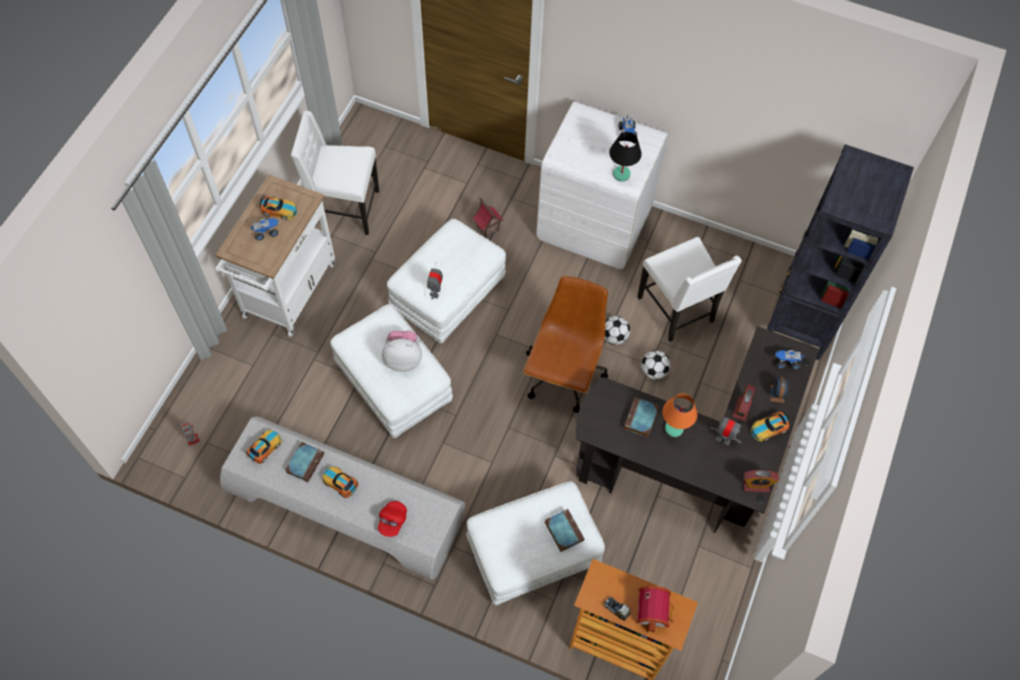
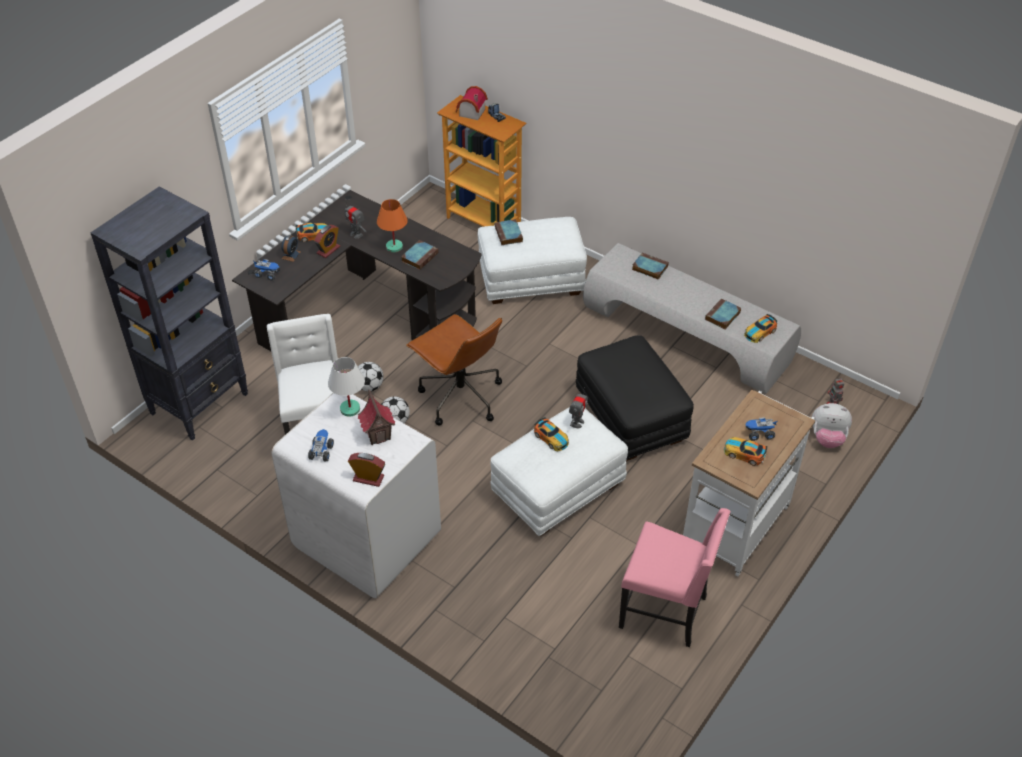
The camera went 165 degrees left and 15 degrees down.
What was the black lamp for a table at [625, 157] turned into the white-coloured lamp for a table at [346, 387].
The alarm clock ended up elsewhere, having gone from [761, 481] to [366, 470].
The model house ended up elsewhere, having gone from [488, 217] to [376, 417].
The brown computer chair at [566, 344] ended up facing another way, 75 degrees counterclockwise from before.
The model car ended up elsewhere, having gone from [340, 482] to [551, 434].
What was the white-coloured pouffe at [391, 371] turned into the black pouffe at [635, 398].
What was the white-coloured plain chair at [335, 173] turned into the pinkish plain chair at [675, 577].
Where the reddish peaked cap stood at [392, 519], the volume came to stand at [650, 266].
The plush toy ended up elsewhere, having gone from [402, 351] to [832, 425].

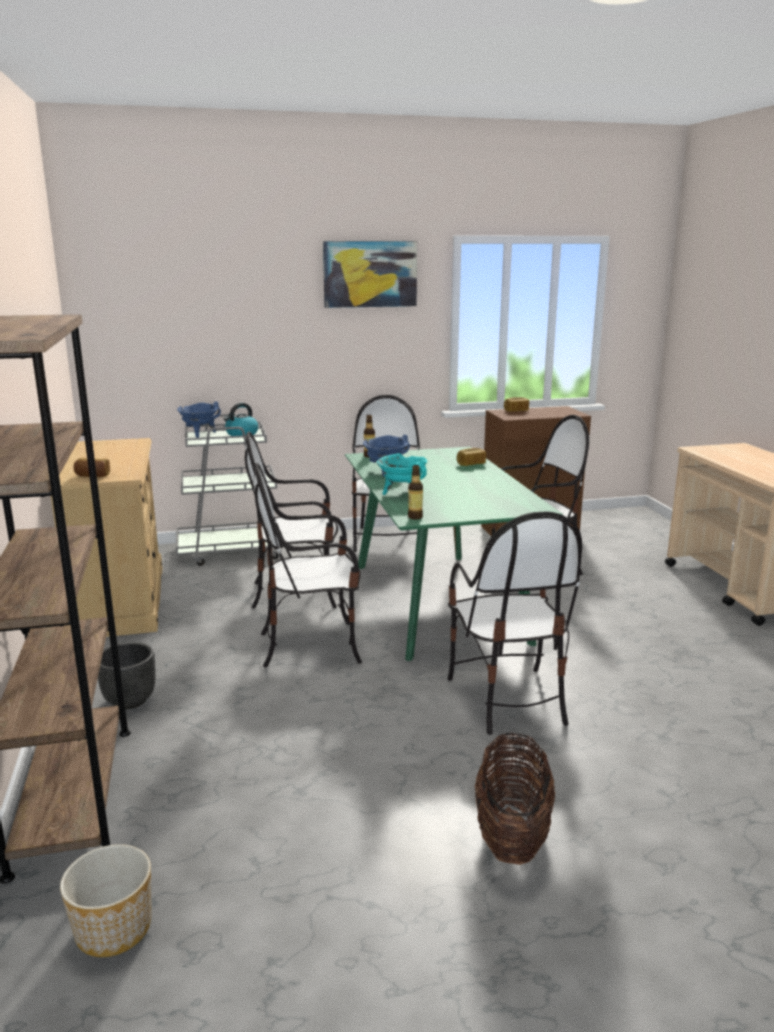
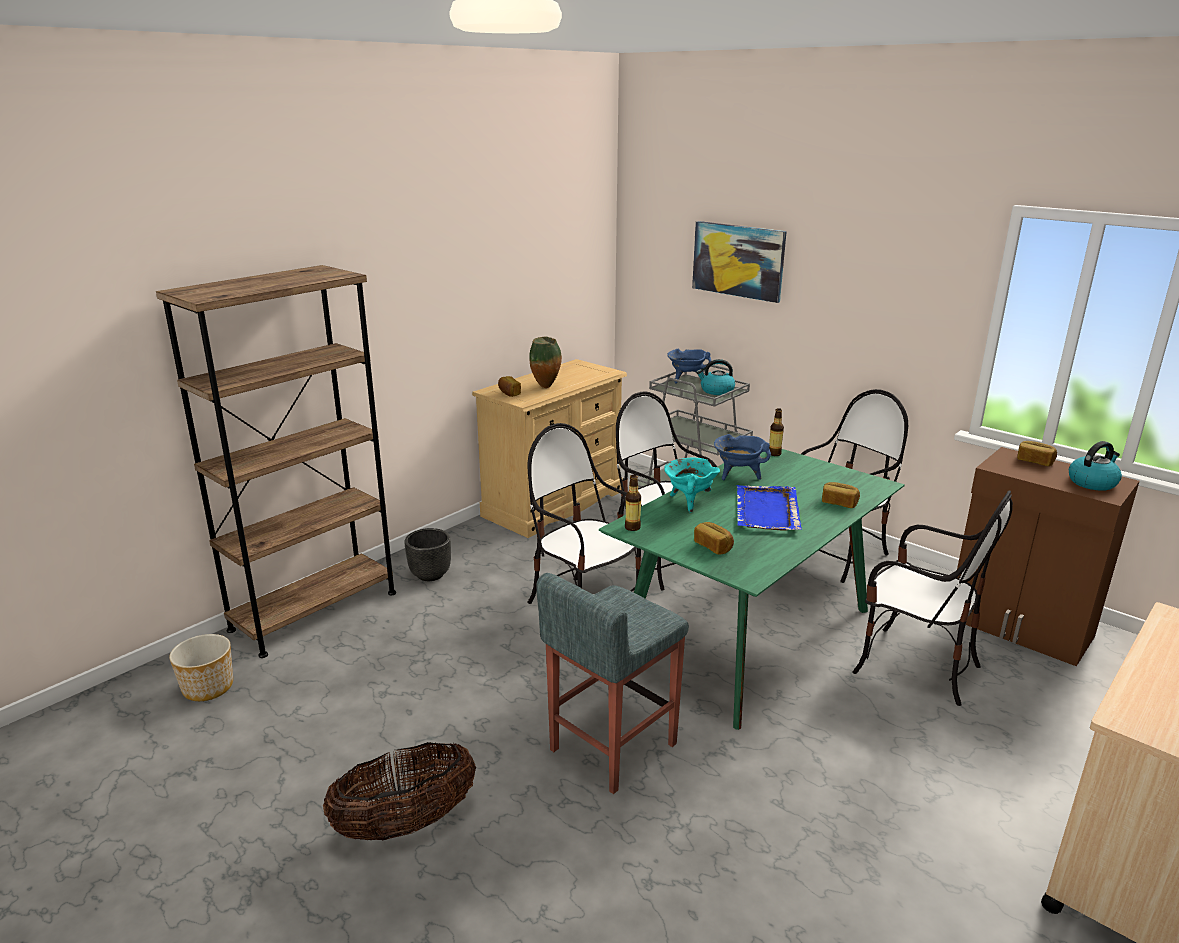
The camera went 55 degrees right and 5 degrees up.
The second view gained the decorative vase at [545, 362].
Where the plain chair stood at [515, 623], the greyish stool seat came to stand at [612, 683].
The picture ended up elsewhere, having gone from [370, 274] to [739, 262].
The second view gained the bakery bread at [714, 538].
The second view gained the blue-coloured tray at [769, 508].
The second view gained the kettle at [1095, 466].

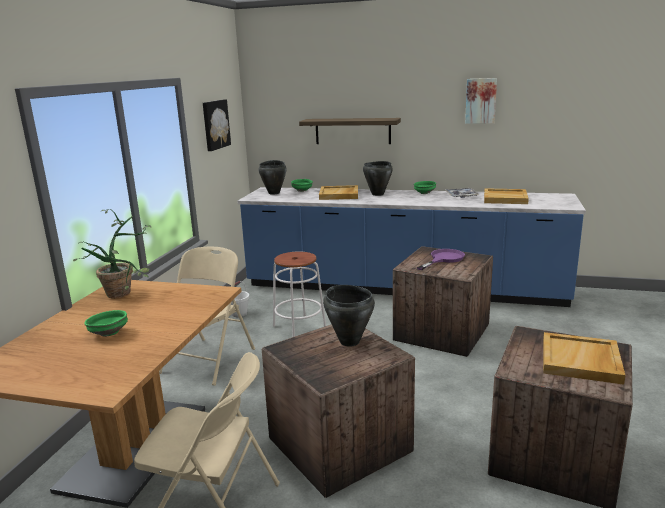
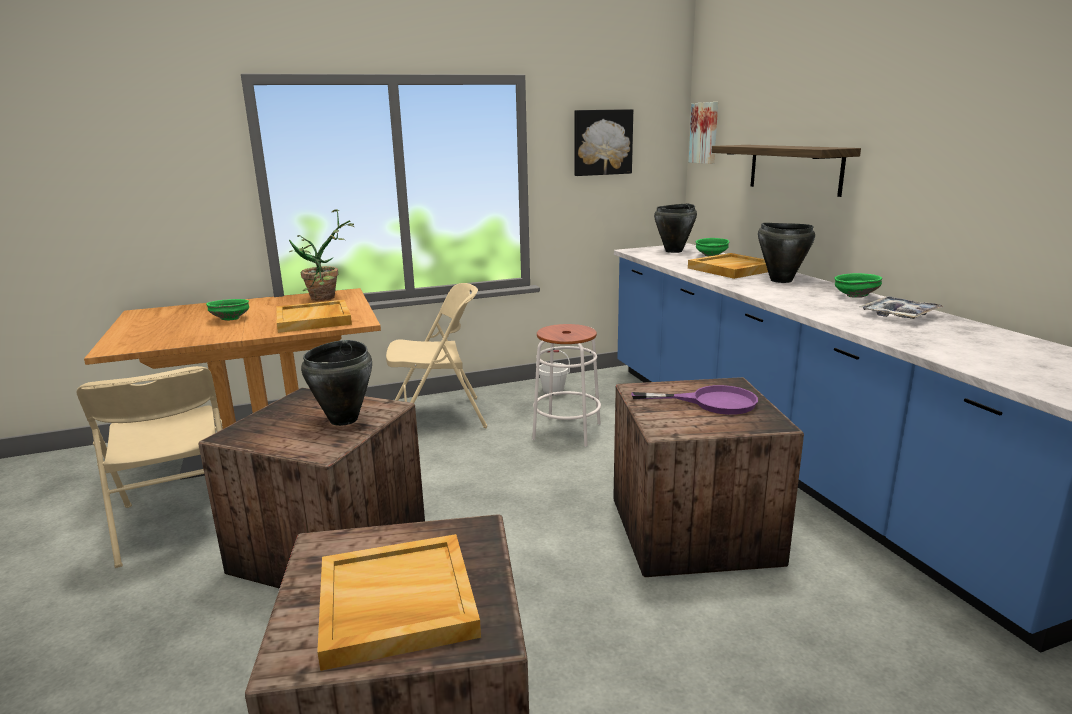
The camera went 55 degrees right and 0 degrees up.
The sand-coloured tray ended up elsewhere, having gone from [506, 196] to [314, 316].
The picture ended up elsewhere, having gone from [481, 101] to [703, 133].

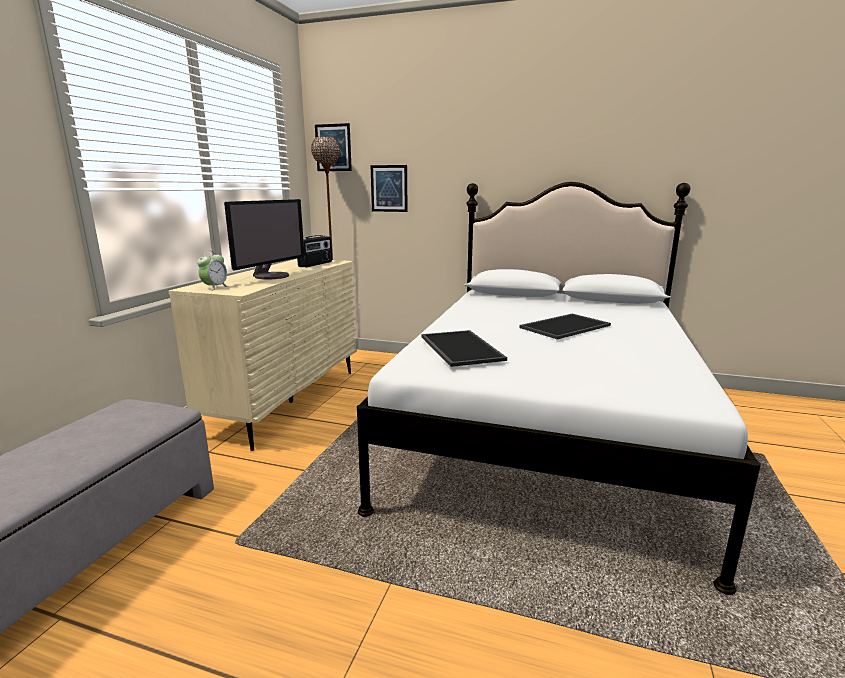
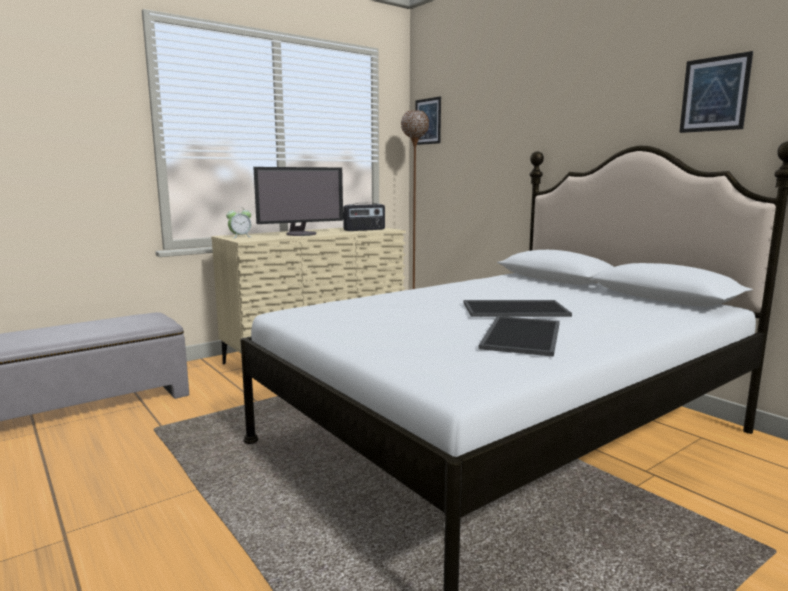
The camera went 35 degrees right and 5 degrees down.
The tray ended up elsewhere, having gone from [464, 348] to [519, 336].
The picture ended up elsewhere, having gone from [389, 188] to [716, 92].

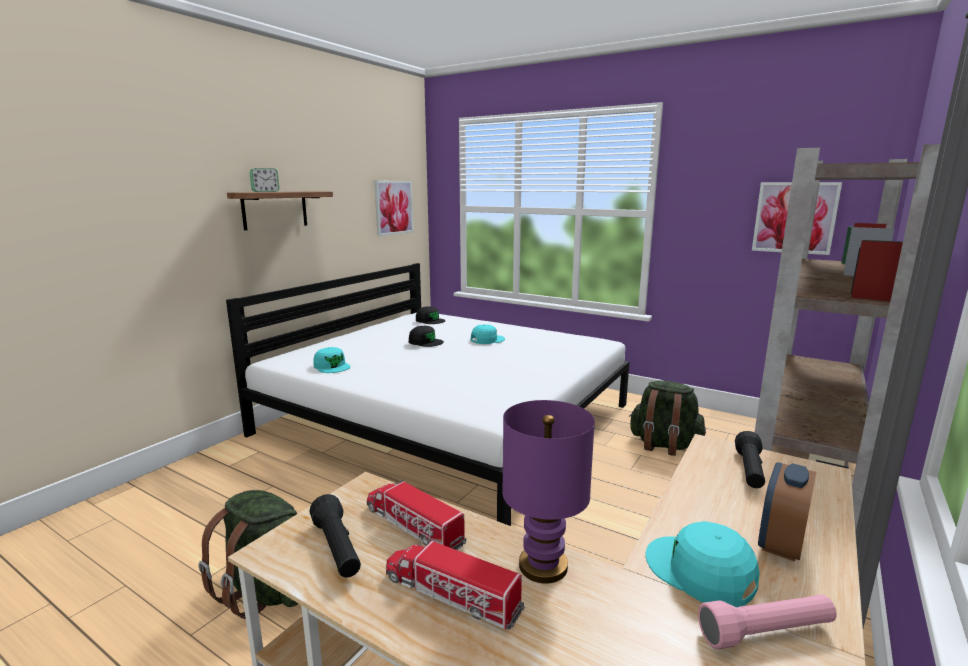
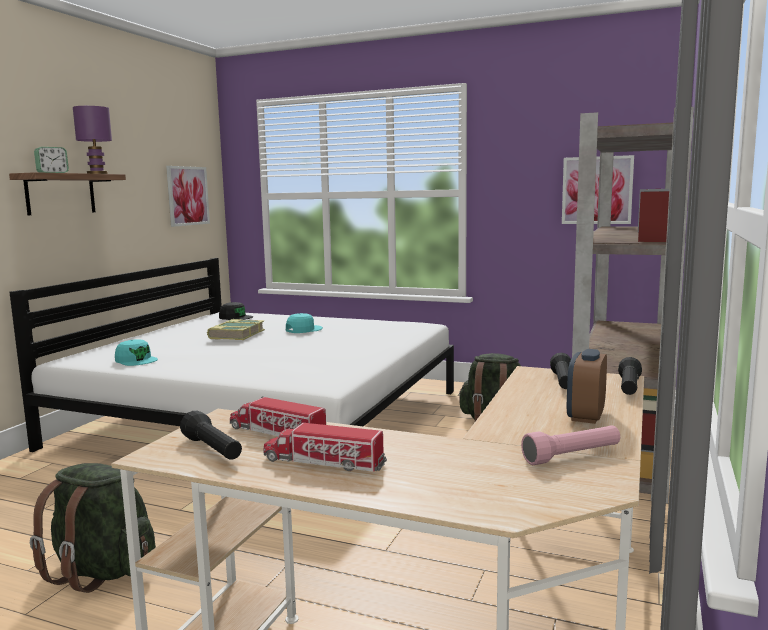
The camera went 10 degrees left and 5 degrees down.
The purplish lamp for a table ended up elsewhere, having gone from [548, 492] to [92, 140].
Where the black peaked cap stood at [426, 336], the volume came to stand at [236, 329].
The second view gained the black hand torch at [630, 376].
The second view lost the blue-green peaked cap at [702, 564].

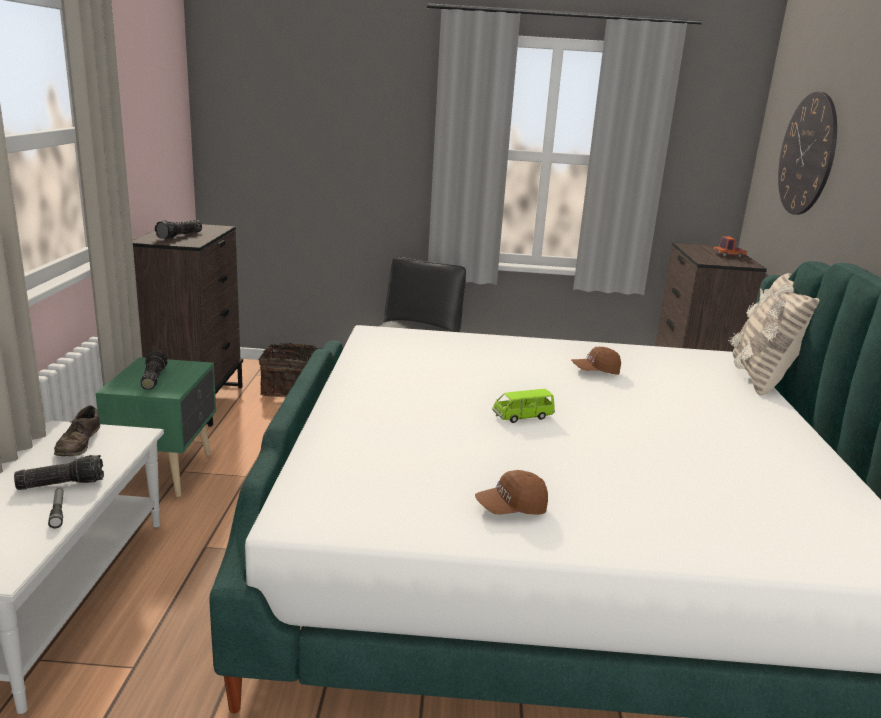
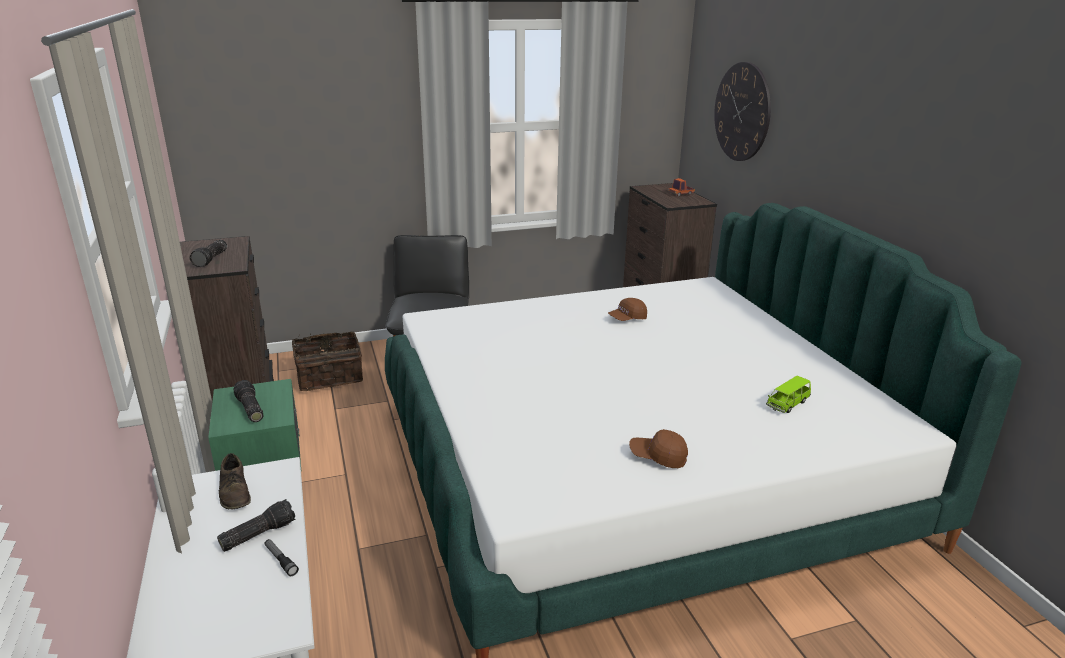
The camera went 20 degrees left and 5 degrees up.
The brown peaked cap at [511, 492] ended up facing another way, 60 degrees clockwise from before.
The greenish model car ended up elsewhere, having gone from [523, 406] to [788, 394].
The second view lost the sand-coloured throw pillow at [773, 334].

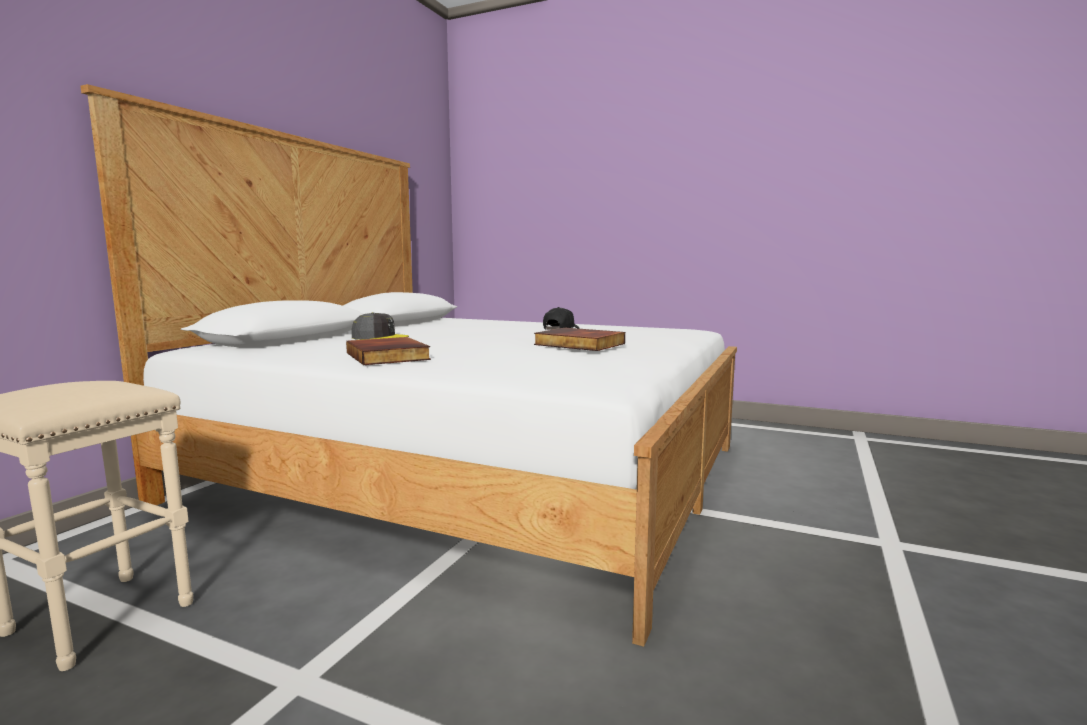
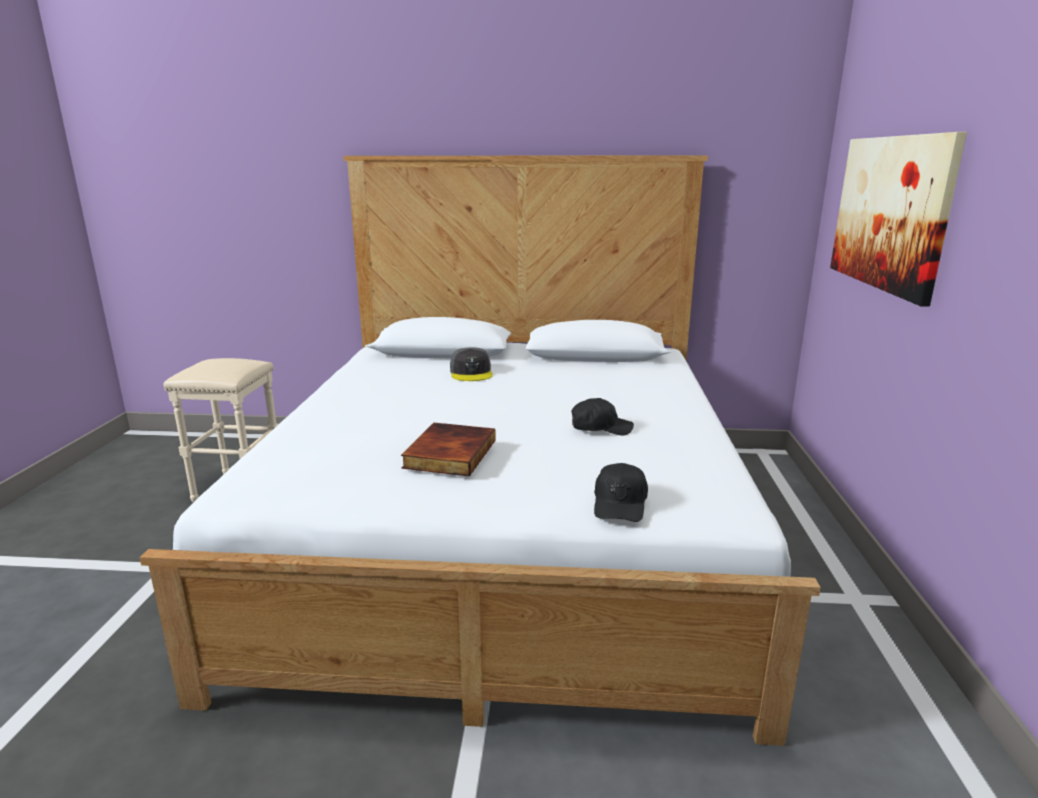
The camera went 70 degrees right and 10 degrees up.
The second view gained the black peaked cap at [621, 492].
The second view gained the picture at [898, 219].
The second view lost the volume at [388, 351].

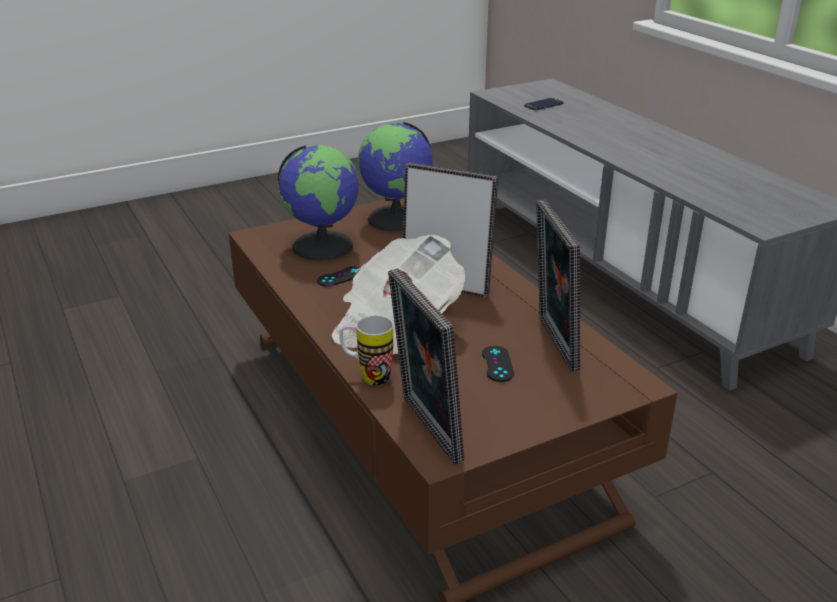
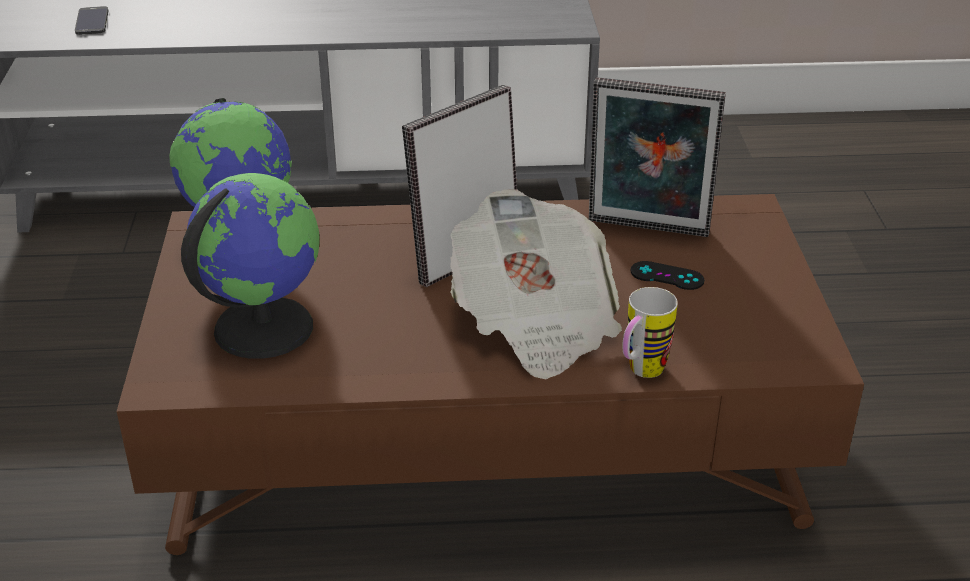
The camera went 65 degrees left and 5 degrees up.
The second view lost the black gamepad at [338, 276].
The second view lost the standing frame at [426, 366].

